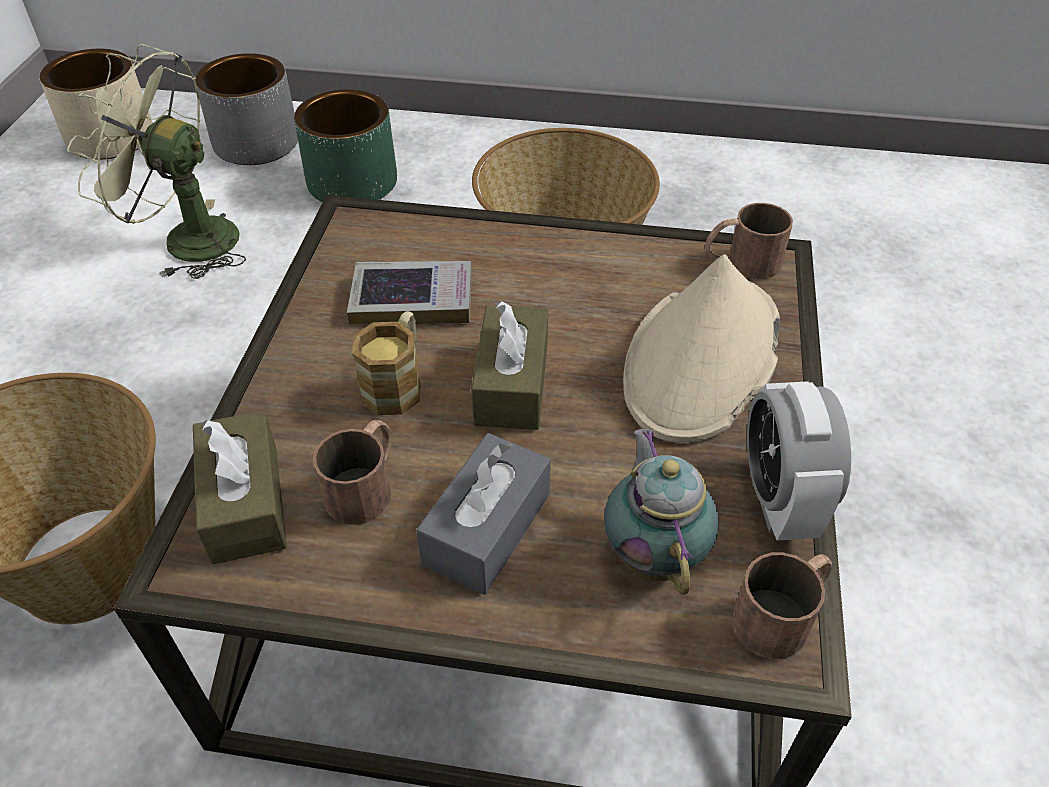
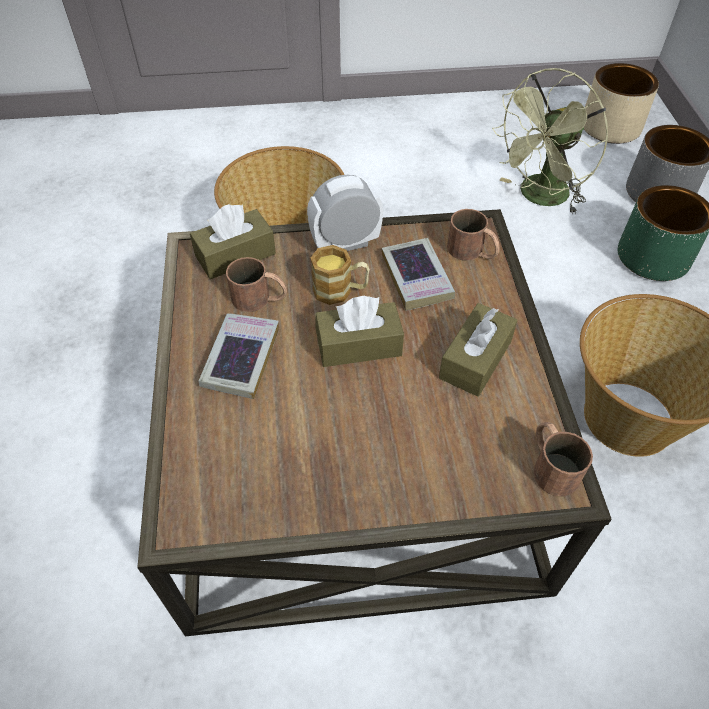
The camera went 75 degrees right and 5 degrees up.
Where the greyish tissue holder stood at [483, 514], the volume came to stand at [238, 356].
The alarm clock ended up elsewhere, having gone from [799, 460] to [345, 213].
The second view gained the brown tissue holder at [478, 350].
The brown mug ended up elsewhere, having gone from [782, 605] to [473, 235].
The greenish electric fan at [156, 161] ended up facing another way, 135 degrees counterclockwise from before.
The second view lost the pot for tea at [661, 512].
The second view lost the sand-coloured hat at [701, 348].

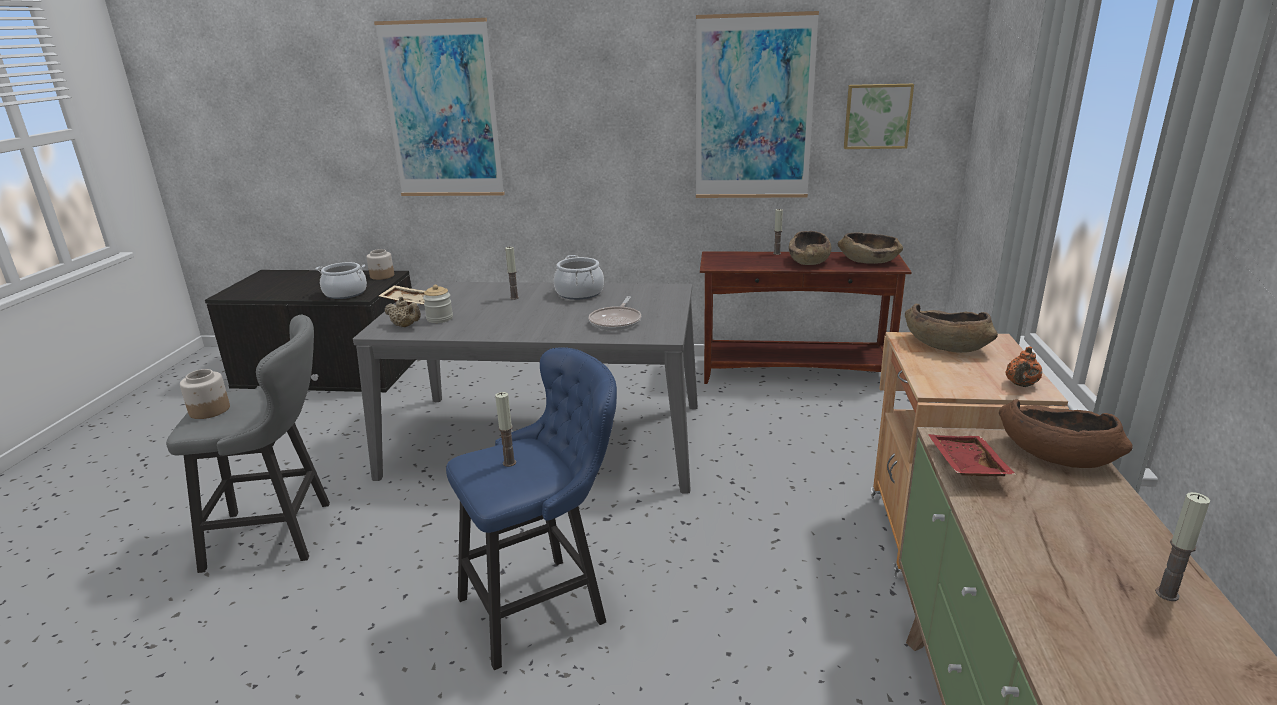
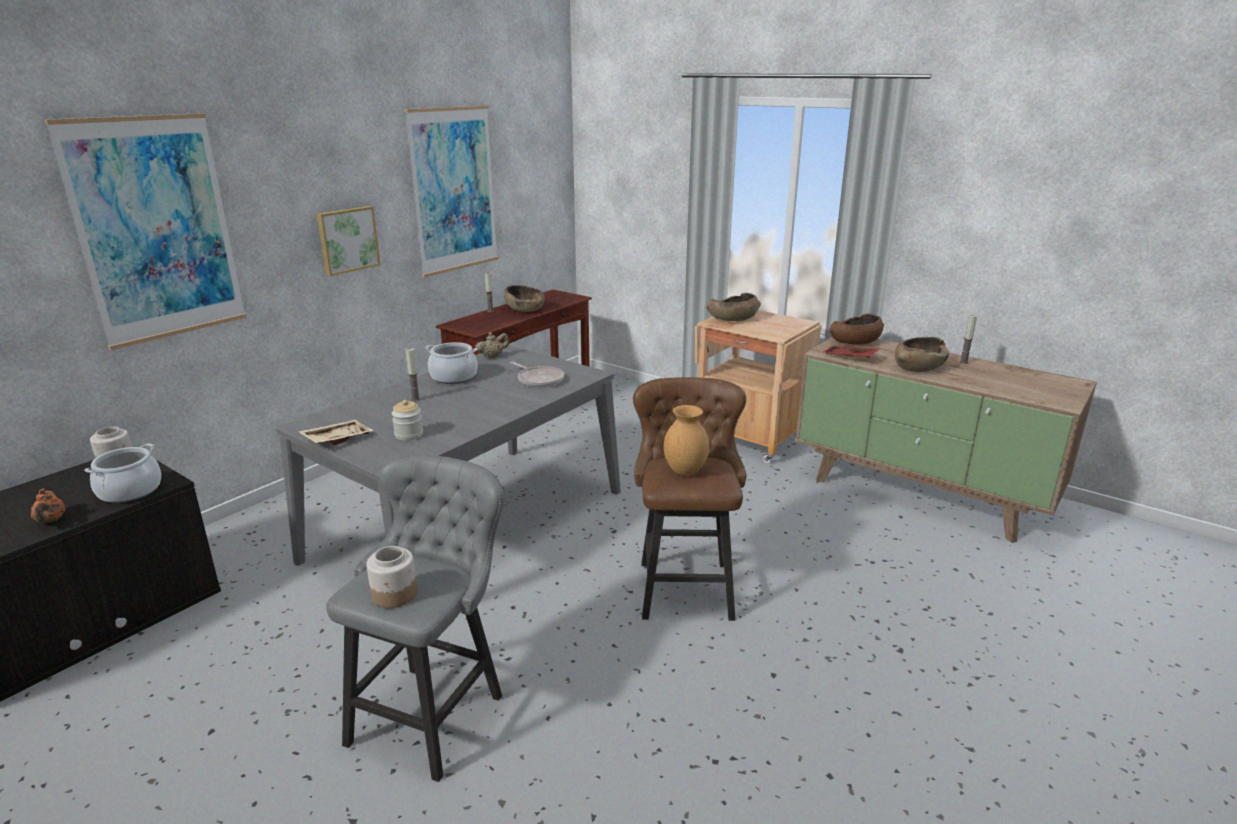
The camera went 60 degrees left and 0 degrees up.
The orangey pot for tea ended up elsewhere, having gone from [1023, 366] to [48, 506].
The picture ended up elsewhere, having gone from [879, 116] to [348, 241].
The sand-coloured pot for tea ended up elsewhere, having gone from [402, 312] to [492, 345].
What was the blue-coloured stool seat at [531, 508] turned into the brown stool seat at [690, 499].
Where the wax candle stood at [505, 429], the brown decorative vase came to stand at [686, 440].
The brown serving bowl ended up elsewhere, having gone from [870, 248] to [922, 354].

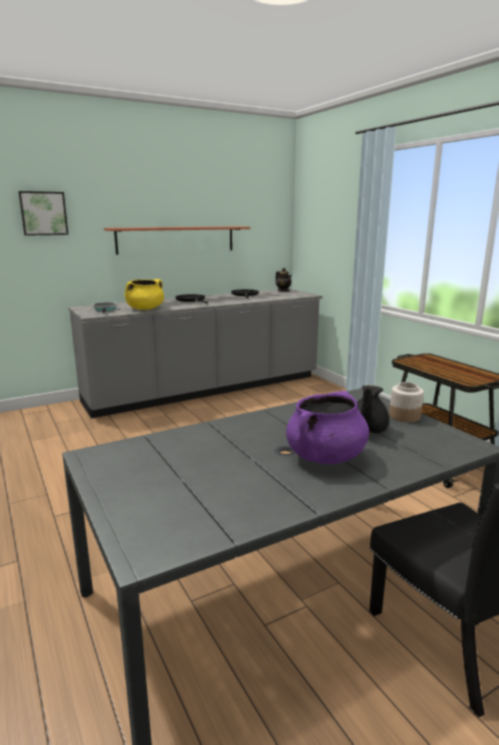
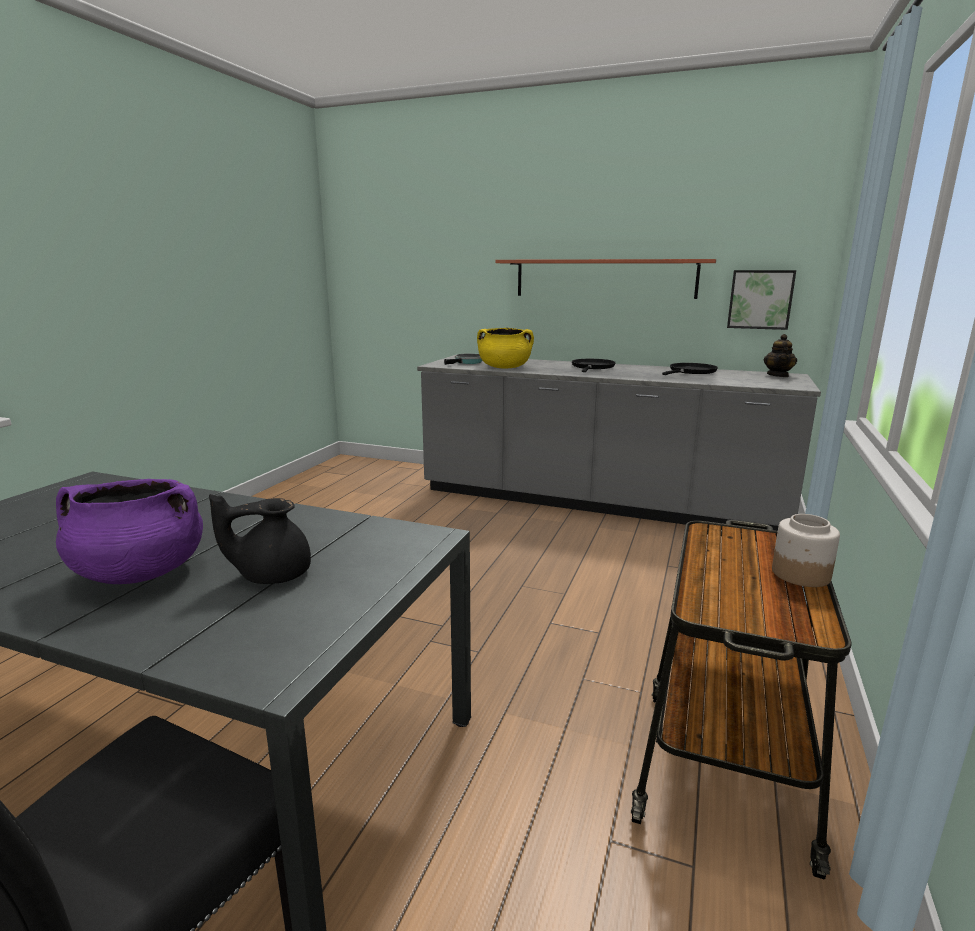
The camera went 50 degrees right and 0 degrees up.
The picture ended up elsewhere, having gone from [43, 213] to [761, 300].
The preserve jar ended up elsewhere, having gone from [406, 402] to [806, 550].

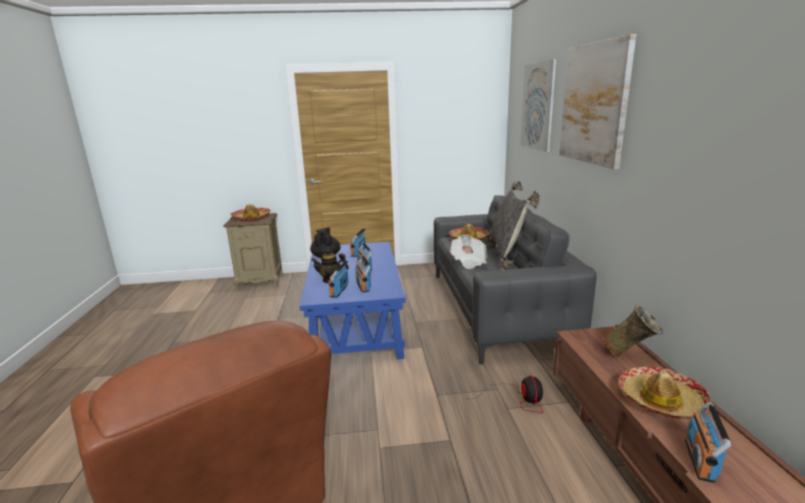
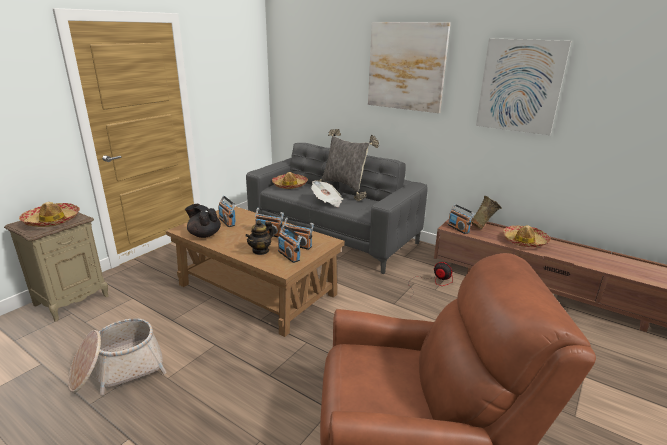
The camera went 50 degrees left and 5 degrees up.
The second view gained the household basket at [117, 357].
What was the blue-coloured low table at [353, 300] turned into the brown low table at [255, 271].
The radio set ended up elsewhere, having gone from [708, 442] to [461, 219].
The picture ended up elsewhere, having gone from [538, 105] to [523, 86].

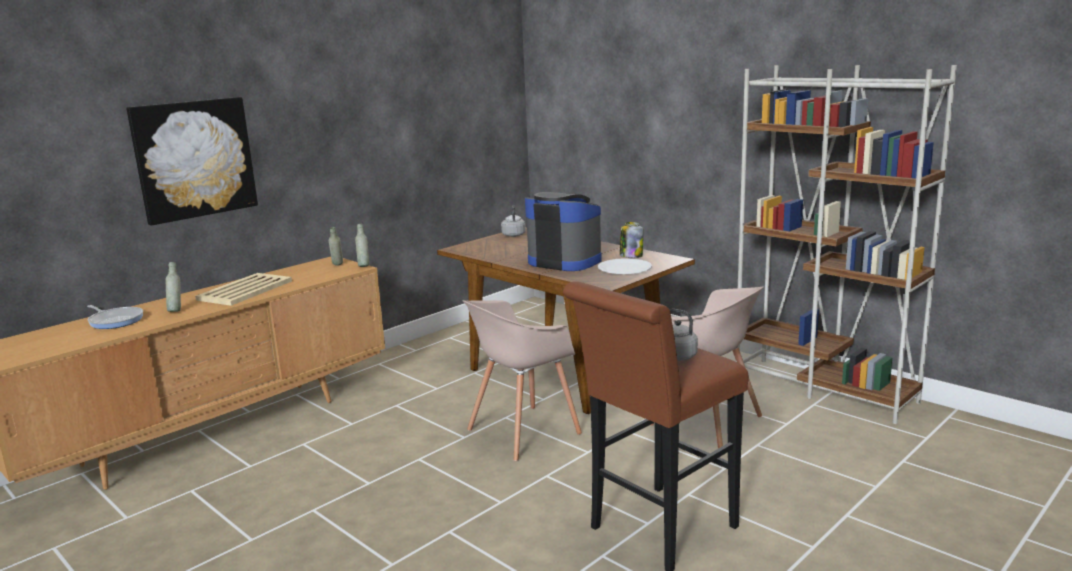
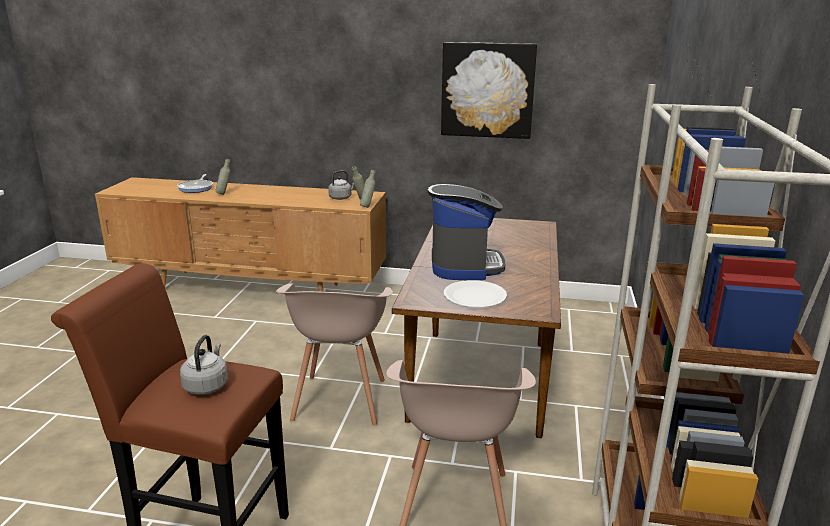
The camera went 55 degrees right and 5 degrees up.
The sand-coloured plain chair at [522, 380] ended up facing another way, 105 degrees counterclockwise from before.
The greyish kettle ended up elsewhere, having gone from [513, 221] to [341, 185].
The picture ended up elsewhere, having gone from [192, 161] to [489, 90].
The second view lost the sand-coloured tray at [243, 289].
The second view lost the preserve jar at [631, 240].

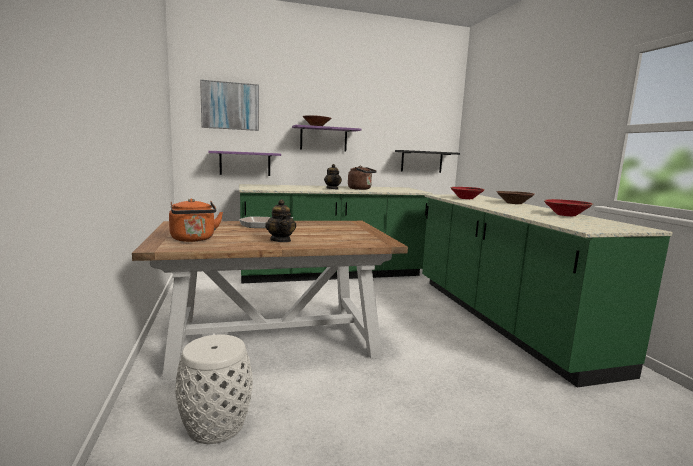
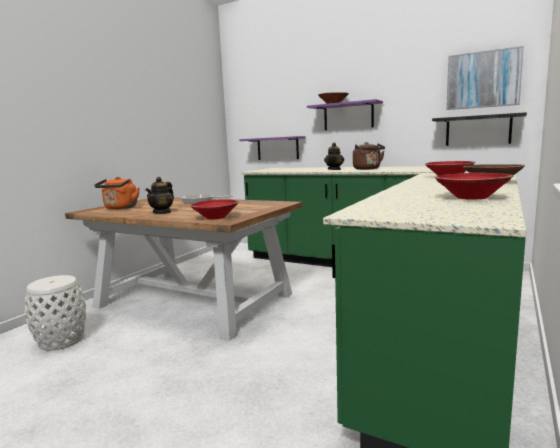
The camera went 45 degrees right and 0 degrees up.
The second view gained the reddish serving bowl at [214, 209].
The picture ended up elsewhere, having gone from [229, 105] to [485, 78].

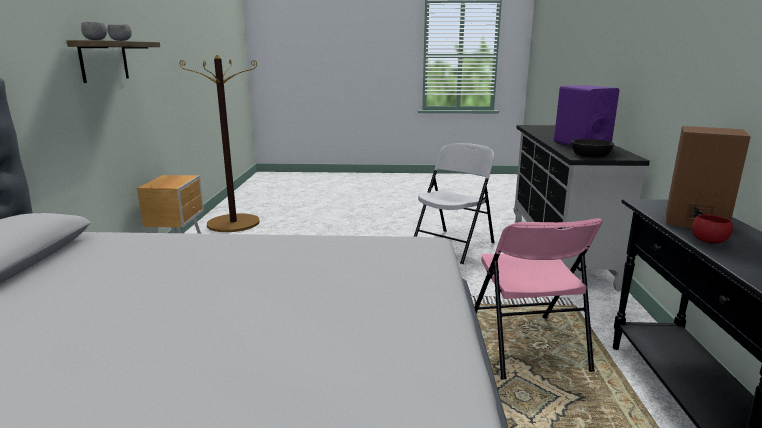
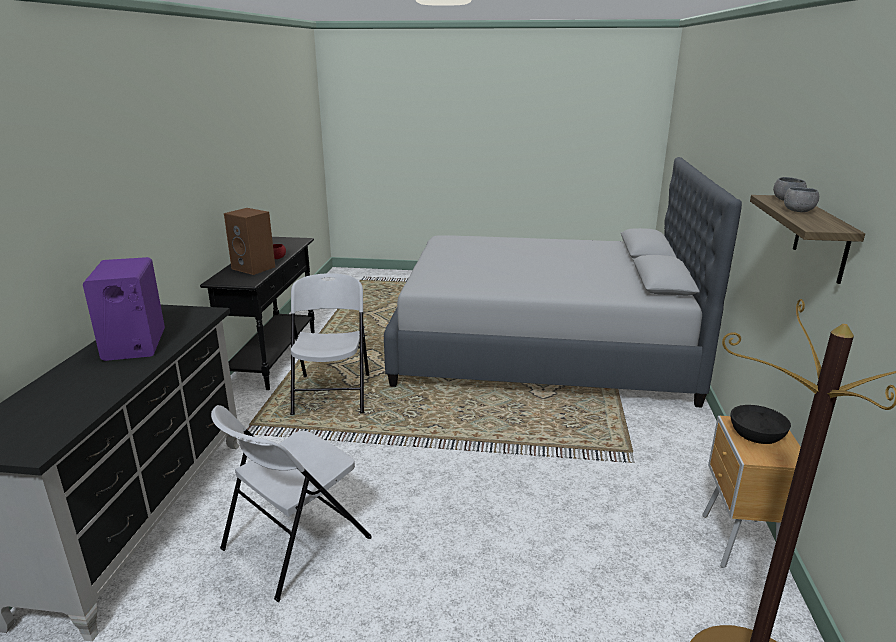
The camera went 175 degrees left and 5 degrees up.
What was the pinkish plain chair at [538, 299] turned into the white-coloured plain chair at [330, 344].
The black serving bowl ended up elsewhere, having gone from [592, 148] to [760, 424].

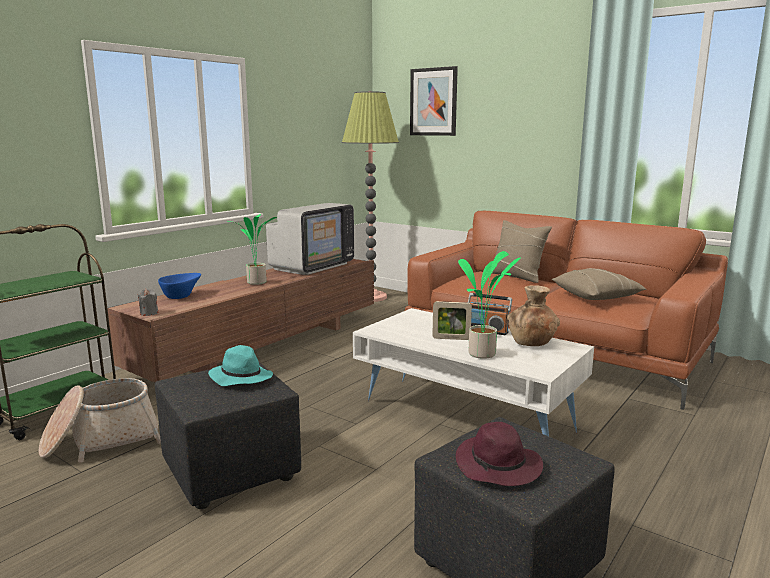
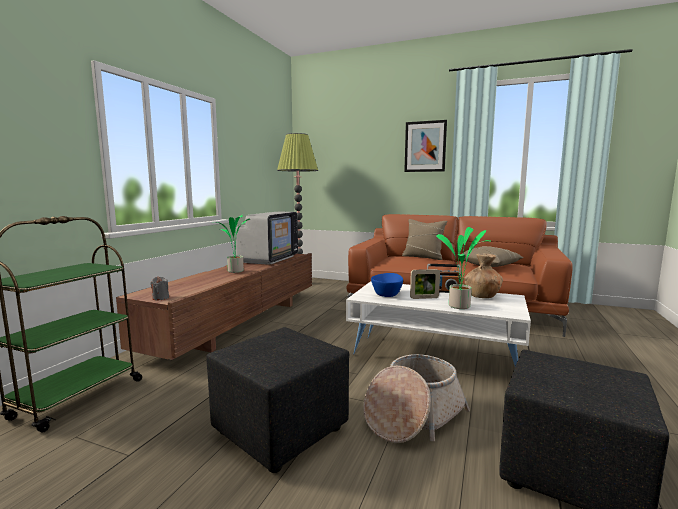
The camera went 15 degrees left and 5 degrees down.
The household basket ended up elsewhere, having gone from [100, 420] to [416, 398].
The blue-coloured serving bowl ended up elsewhere, having gone from [179, 286] to [387, 285].
The picture ended up elsewhere, having gone from [434, 101] to [425, 146].
The second view lost the blue-green hat at [240, 365].
The second view lost the purplish hat at [499, 454].

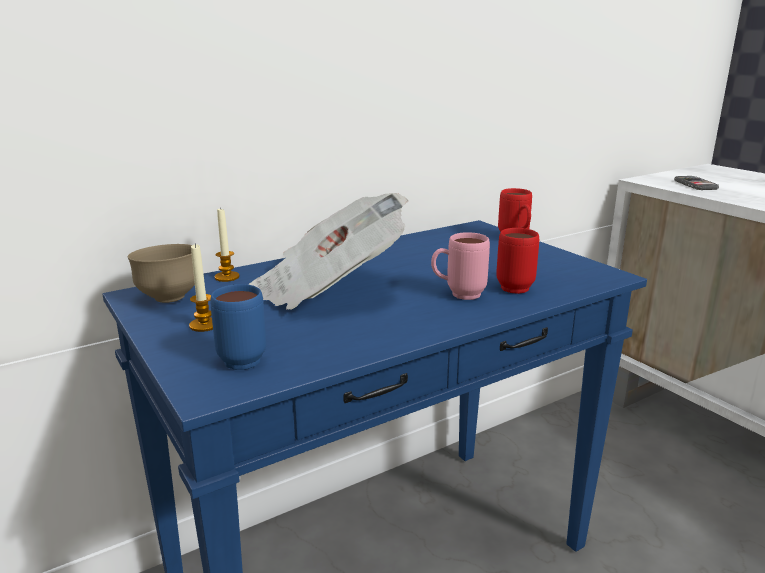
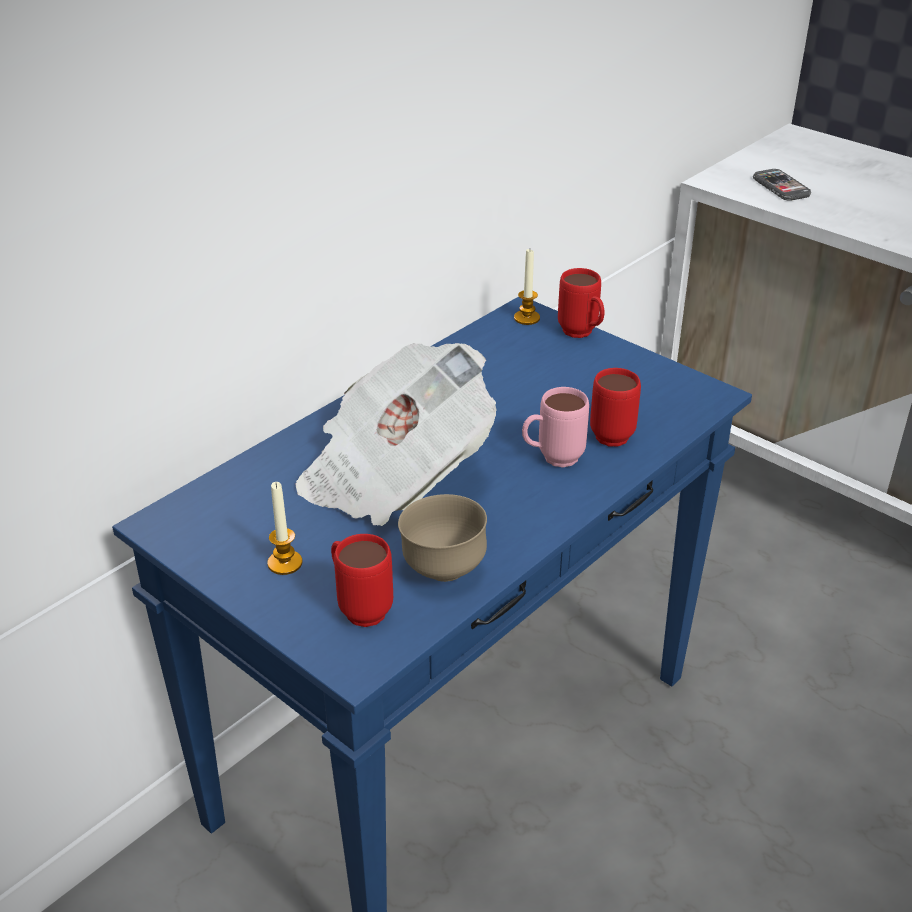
The camera went 15 degrees left and 15 degrees up.
What was the blue-coloured mug at [238, 327] turned into the reddish mug at [362, 580].
The brown serving bowl ended up elsewhere, having gone from [161, 273] to [442, 538].
The wax candle ended up elsewhere, having gone from [227, 244] to [527, 287].

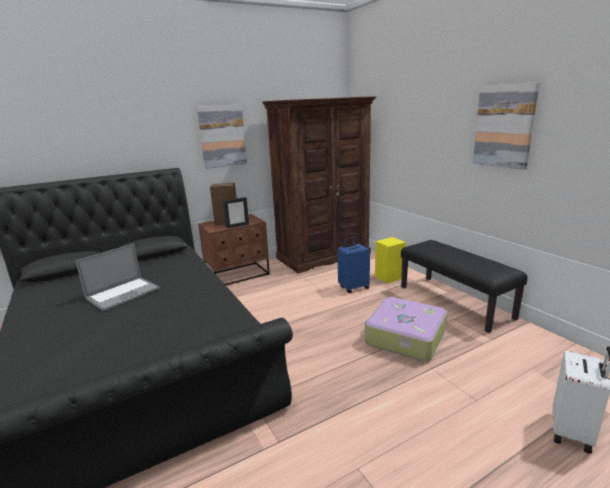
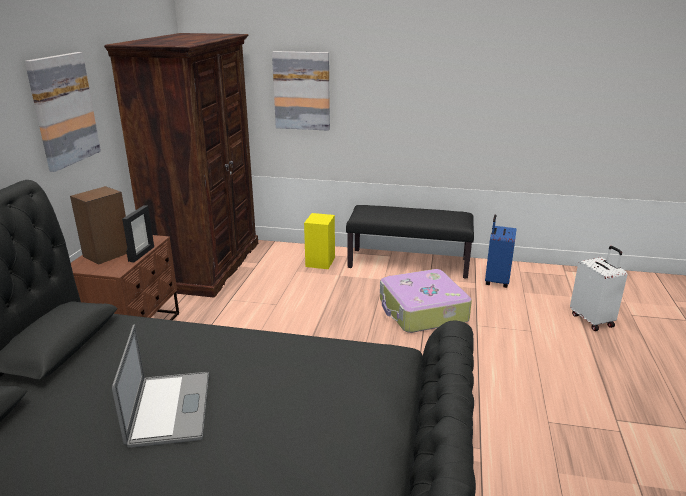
The camera went 50 degrees left and 5 degrees up.
The picture ended up elsewhere, having gone from [506, 126] to [301, 91].
The blue-coloured suitcase ended up elsewhere, having gone from [353, 263] to [501, 251].

